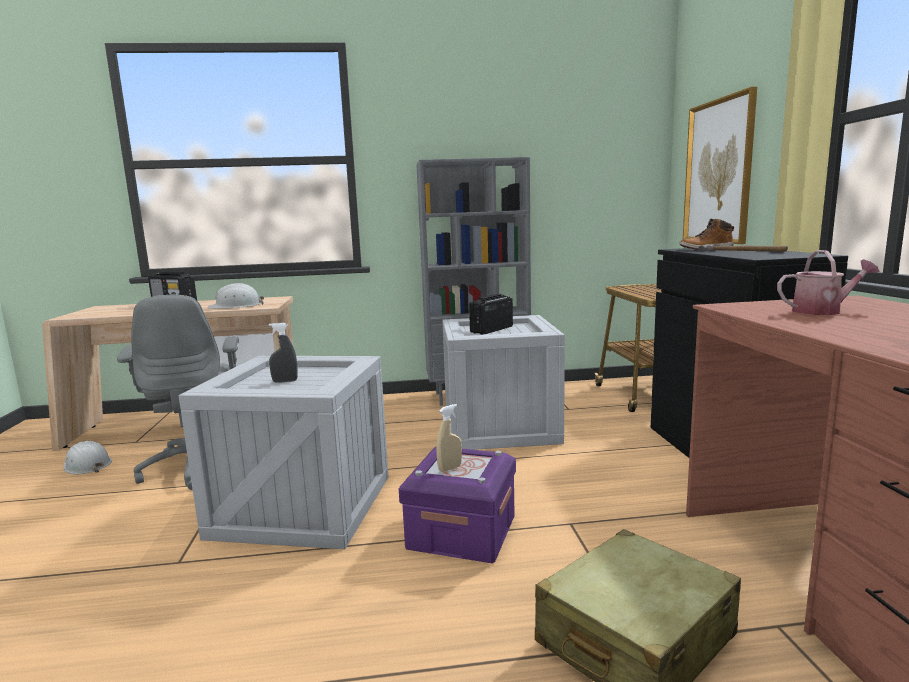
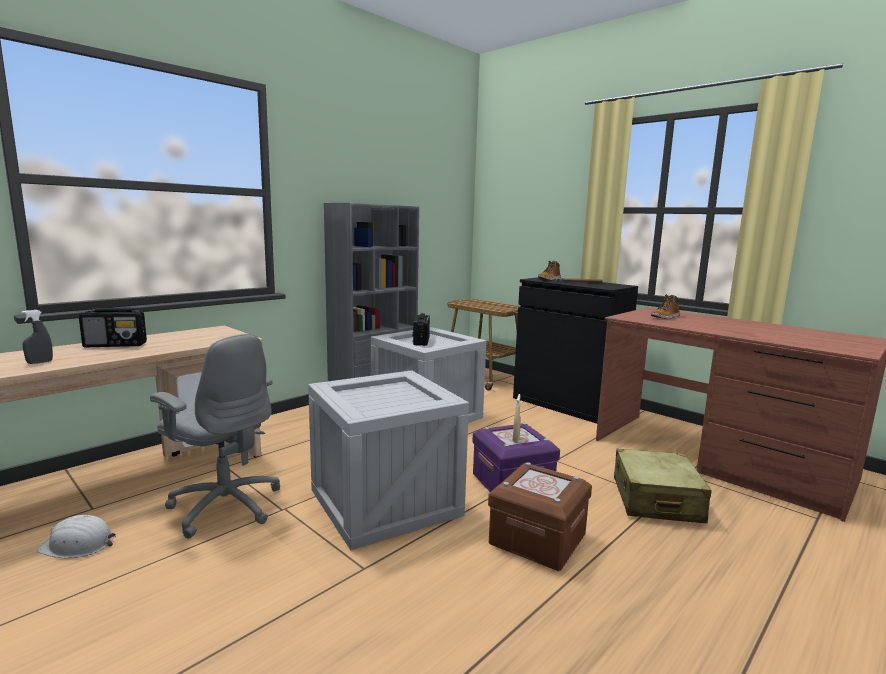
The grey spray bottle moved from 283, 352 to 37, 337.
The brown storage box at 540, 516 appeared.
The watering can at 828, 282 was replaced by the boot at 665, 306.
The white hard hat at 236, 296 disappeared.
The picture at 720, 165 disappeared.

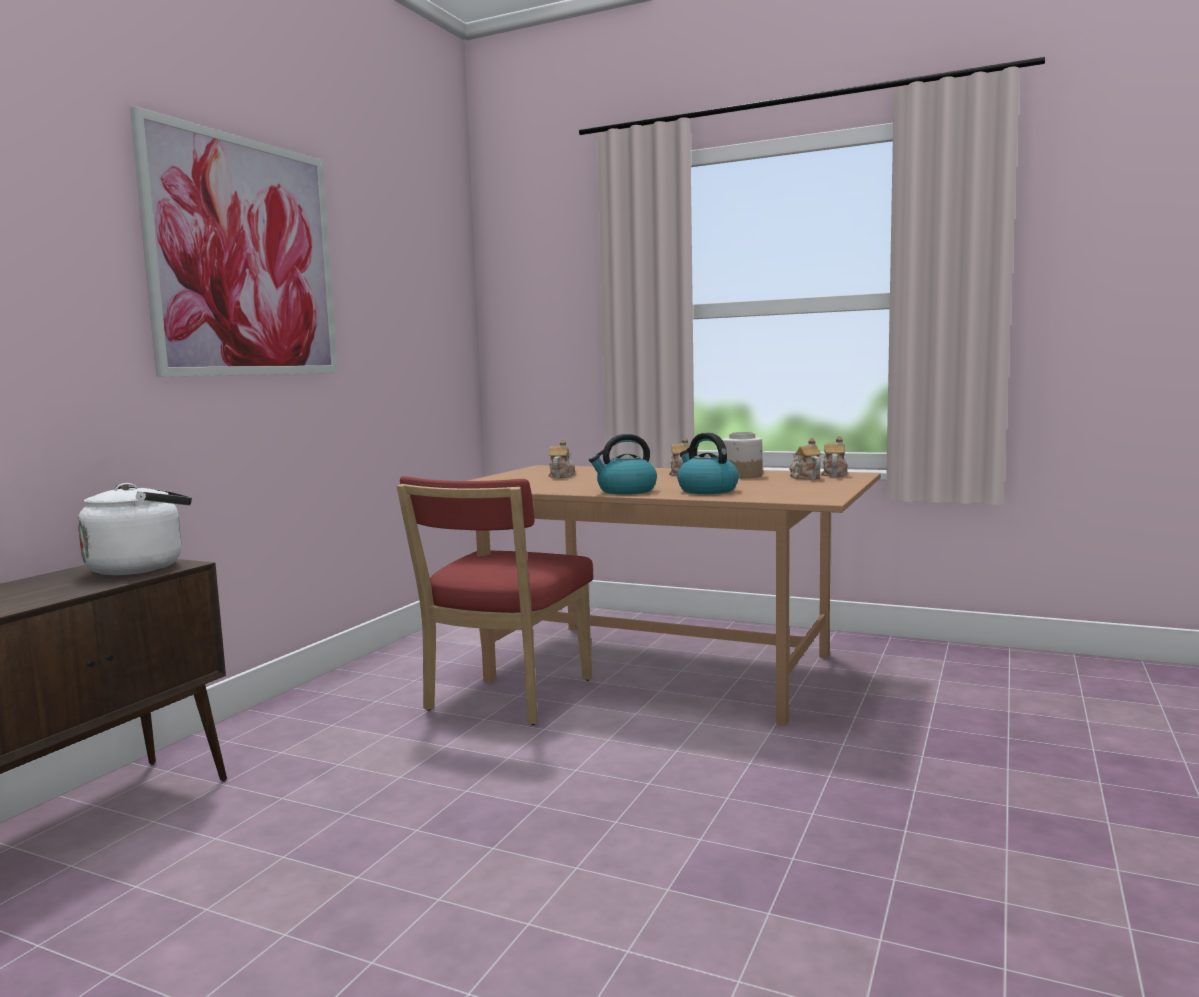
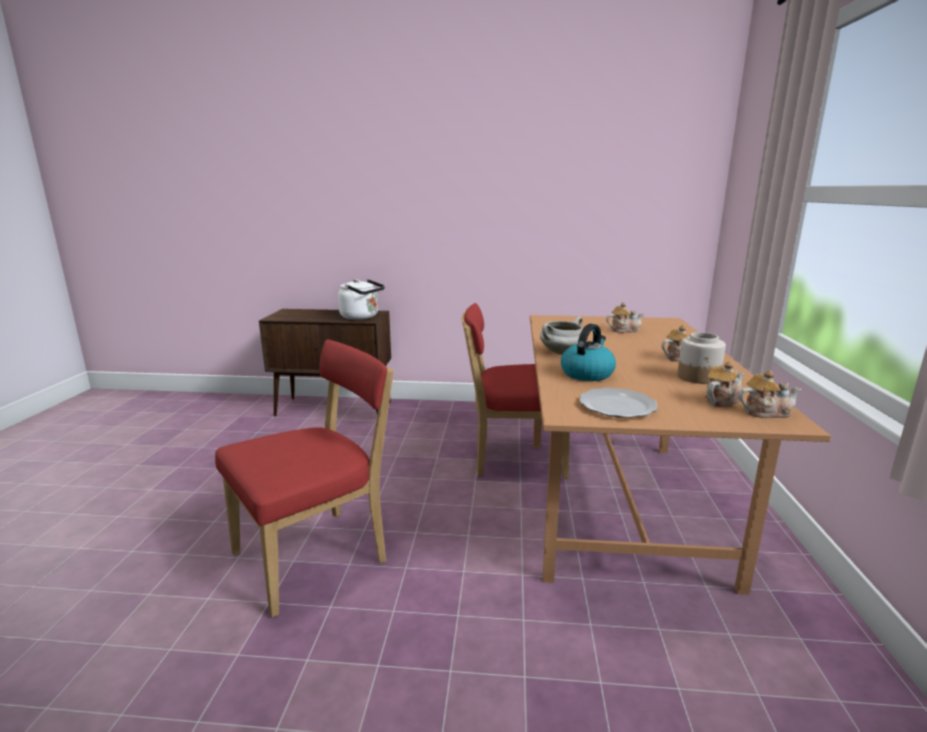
The red chair at 304, 479 appeared.
The kettle at 623, 464 was replaced by the white cooking pot at 561, 336.
The plate at 618, 403 appeared.
The picture at 234, 241 disappeared.

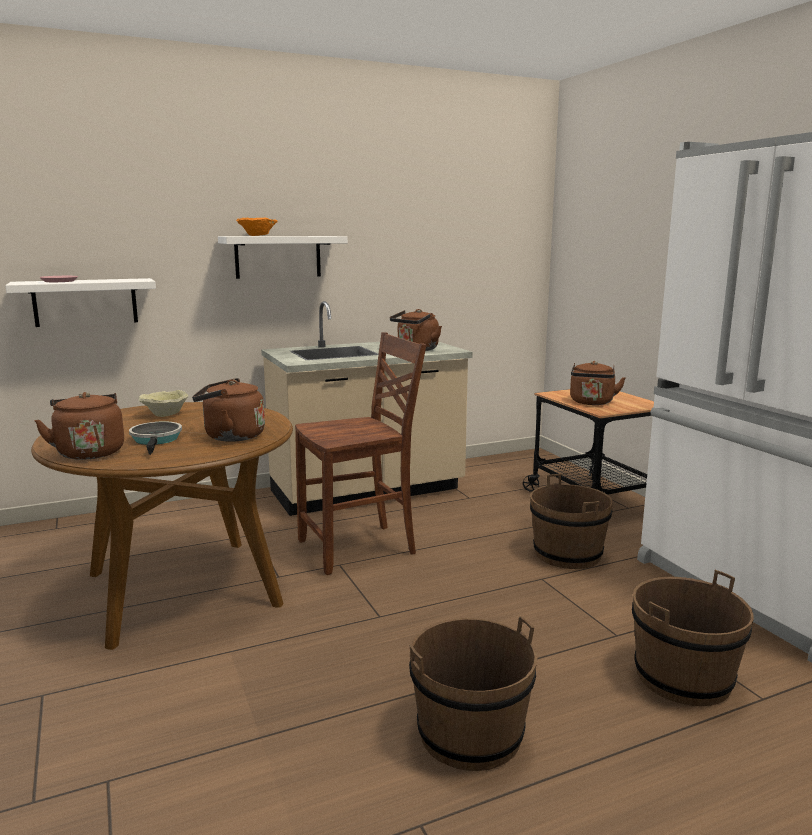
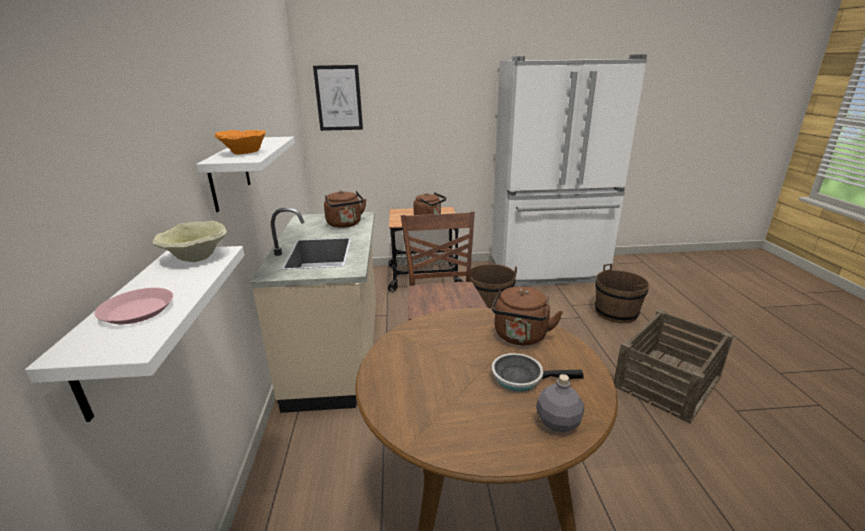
The beige bowl moved from 163, 403 to 189, 241.
The picture at 338, 98 appeared.
The brown kettle at 79, 426 was replaced by the grey bottle at 560, 403.
The brown bucket at 473, 693 was replaced by the crate at 674, 366.

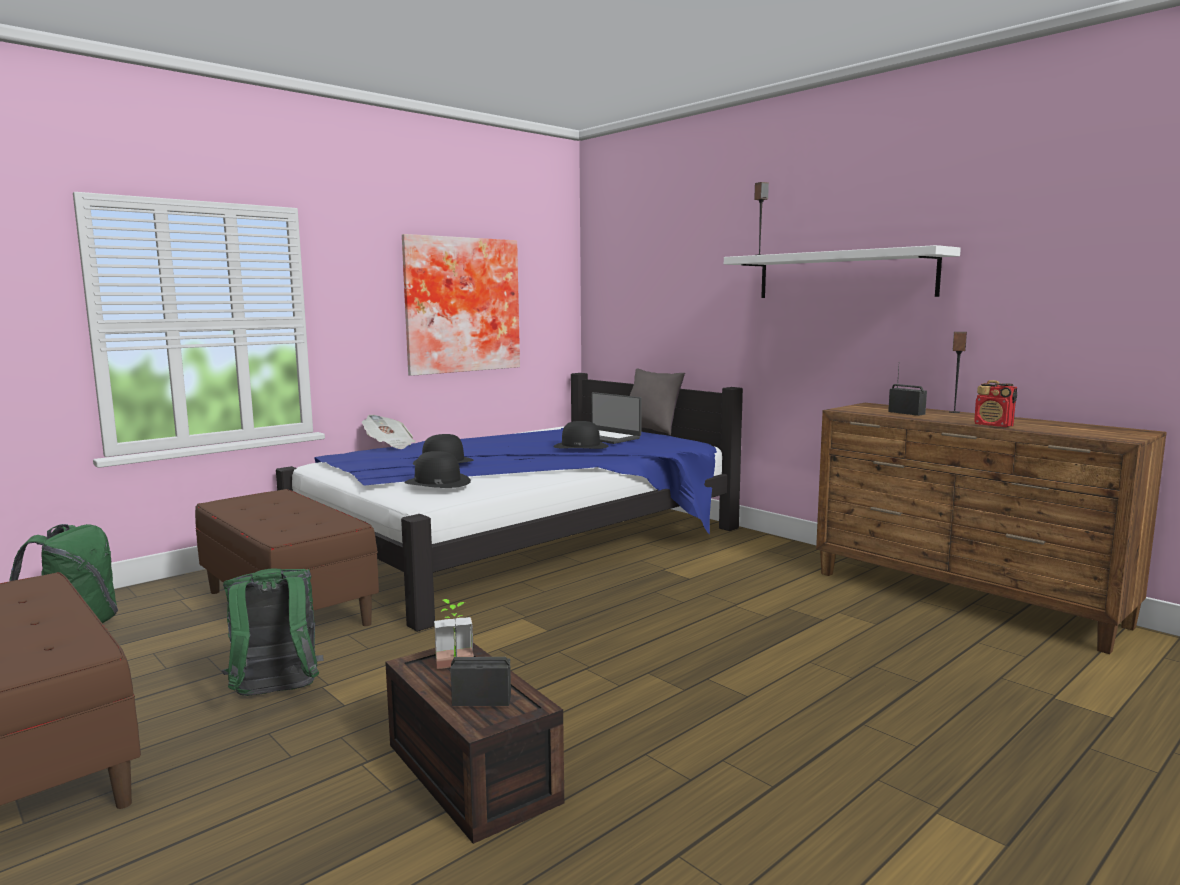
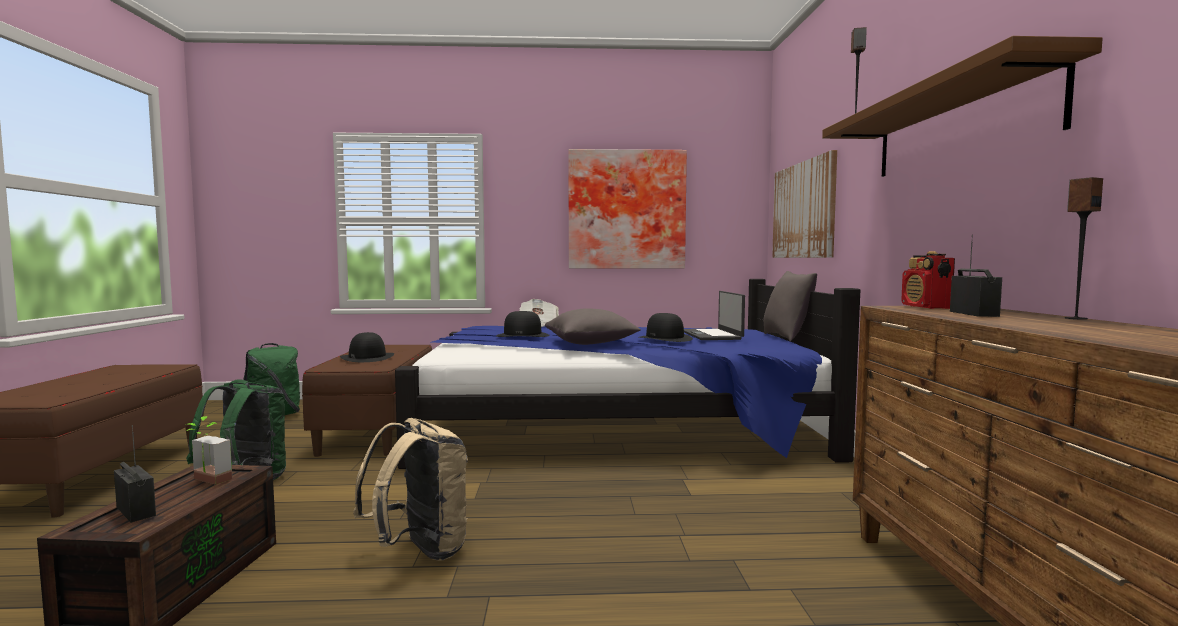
The black hat moved from 437, 469 to 367, 347.
The beige backpack at 410, 489 appeared.
The grey pillow at 593, 326 appeared.
The picture at 804, 204 appeared.
The white shelf at 842, 271 became the brown shelf at 962, 106.
The radio moved from 995, 403 to 928, 280.

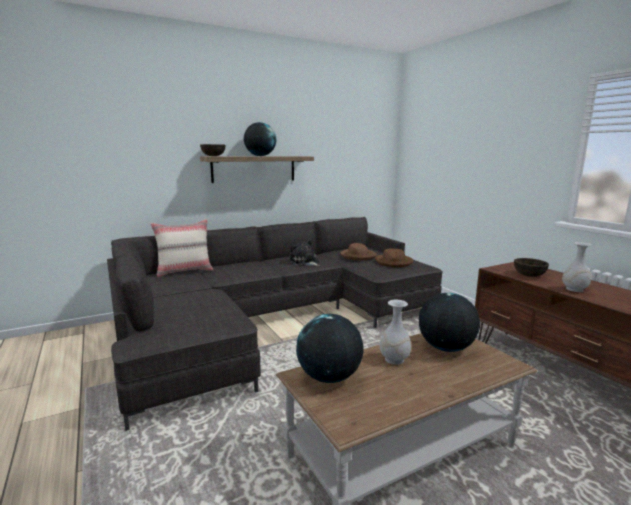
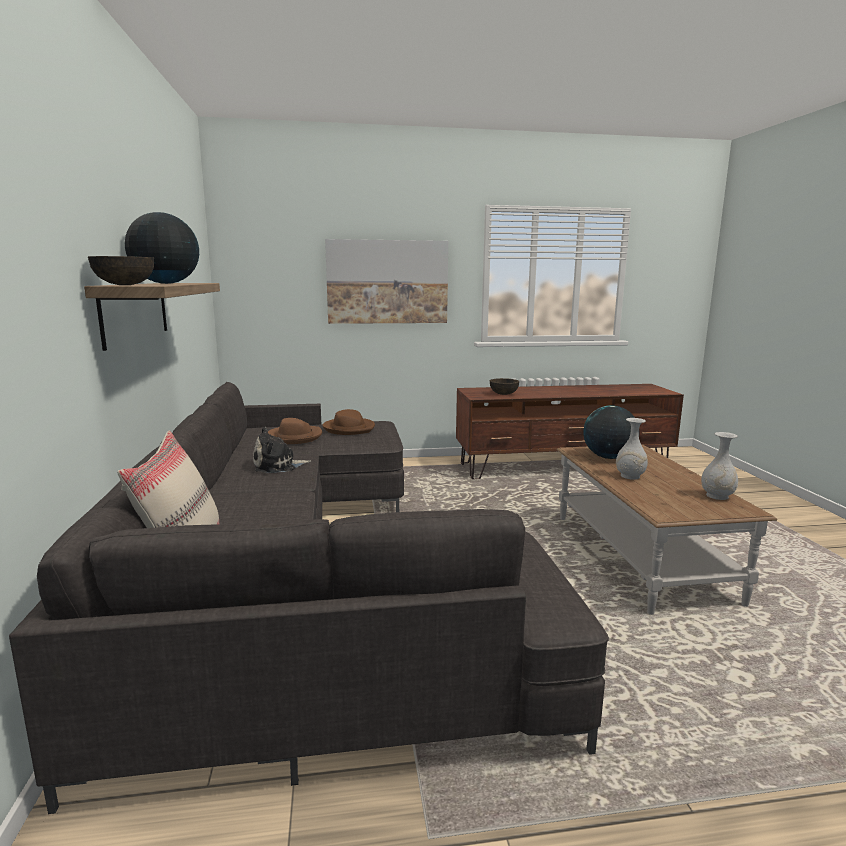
The picture at 386, 281 appeared.
The white vase moved from 577, 267 to 719, 466.
The globe at 330, 348 disappeared.

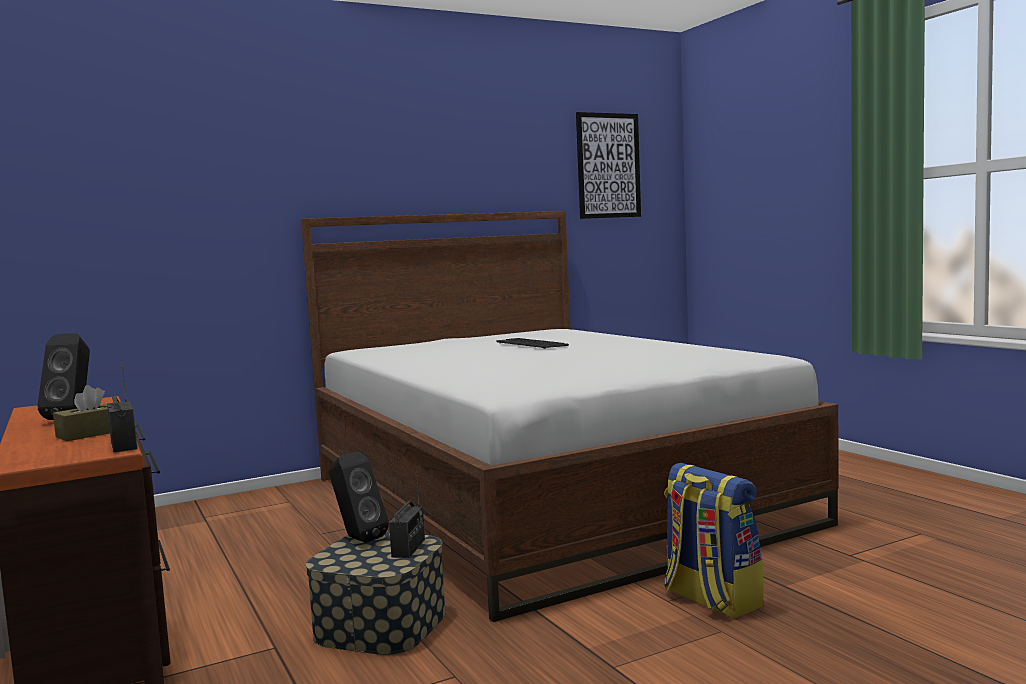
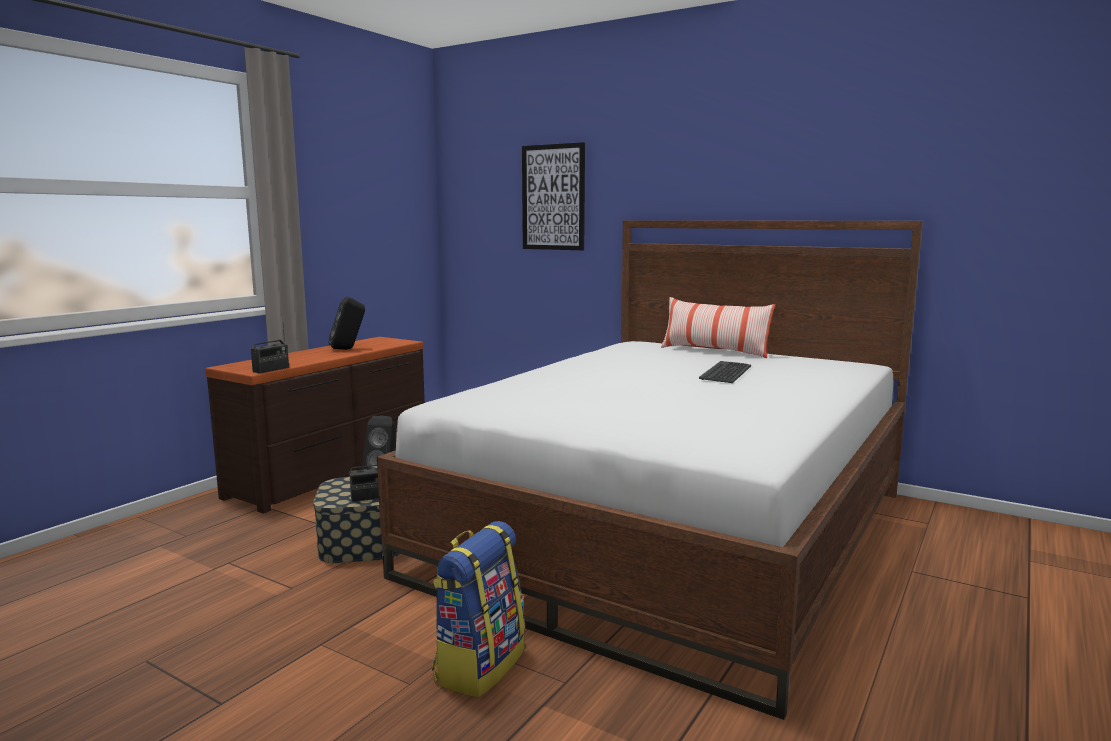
The picture moved from 608, 165 to 553, 196.
The pillow at 718, 327 appeared.
The brown tissue box at 81, 413 disappeared.

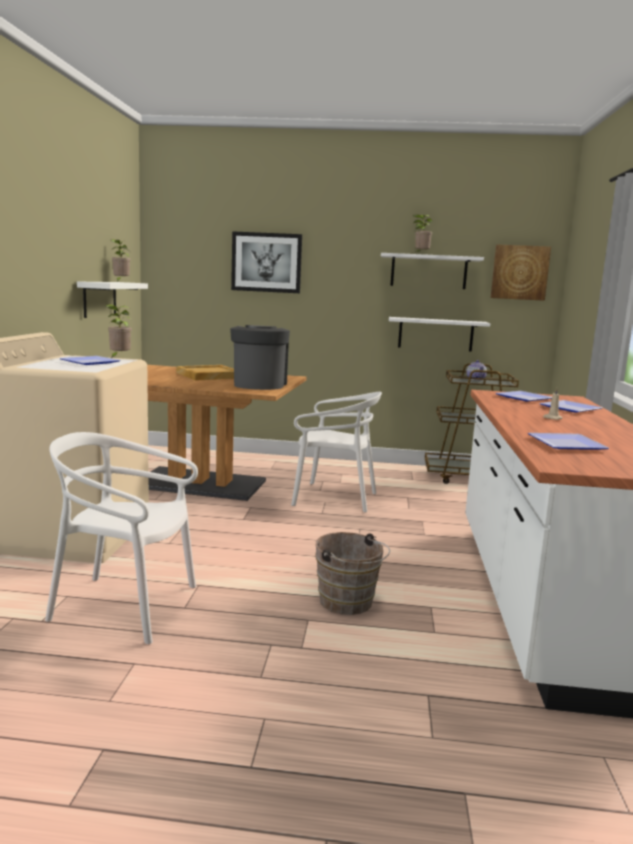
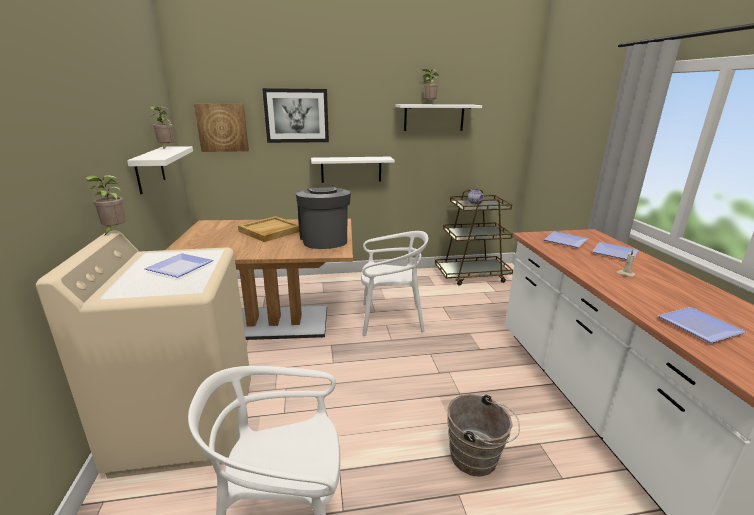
The potted plant moved from 118, 331 to 105, 205.
The picture moved from 521, 272 to 221, 128.
The white shelf moved from 439, 334 to 353, 170.

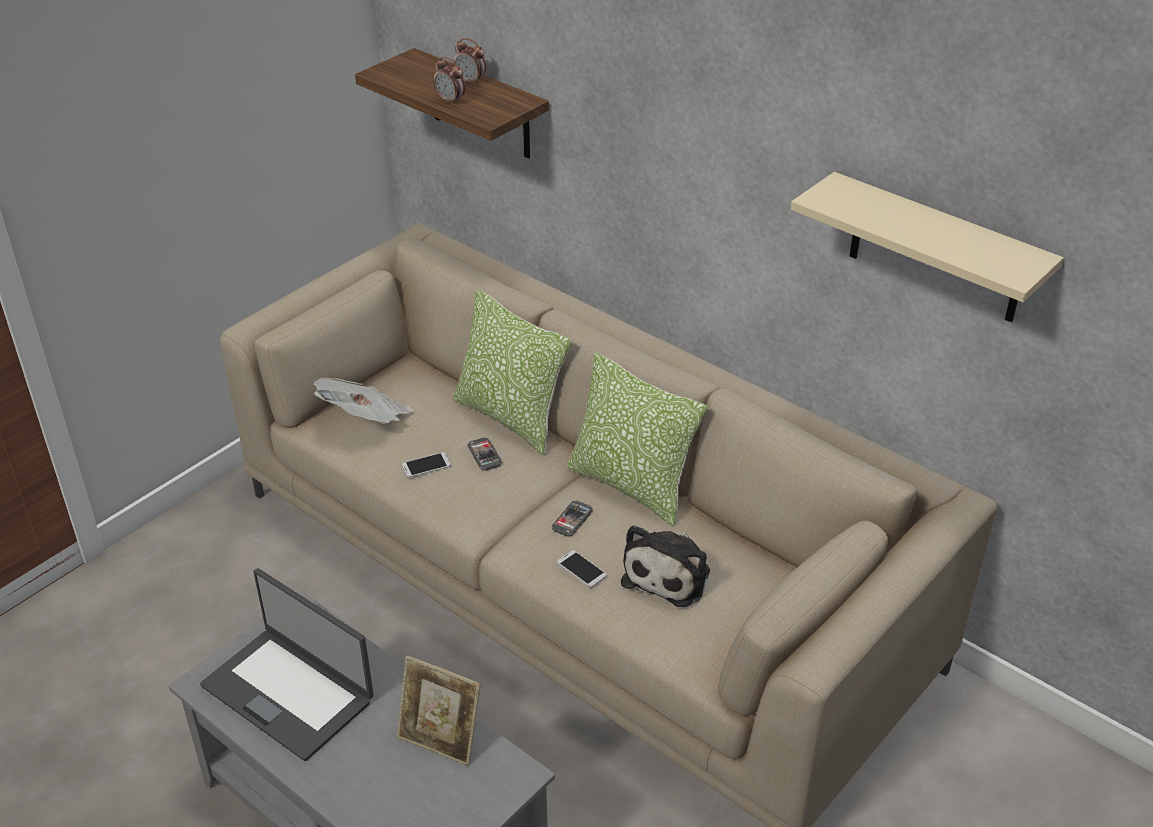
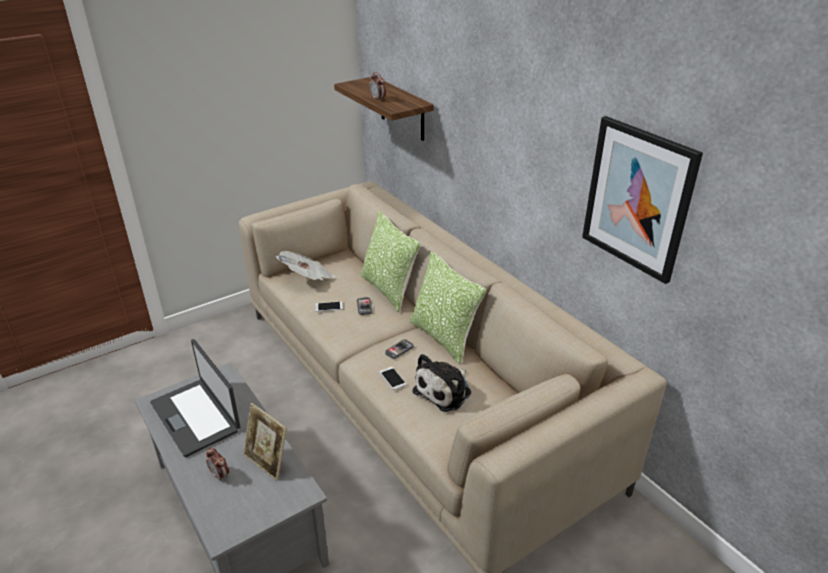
The alarm clock moved from 469, 61 to 217, 465.
The beige shelf at 927, 247 was replaced by the picture at 642, 200.

